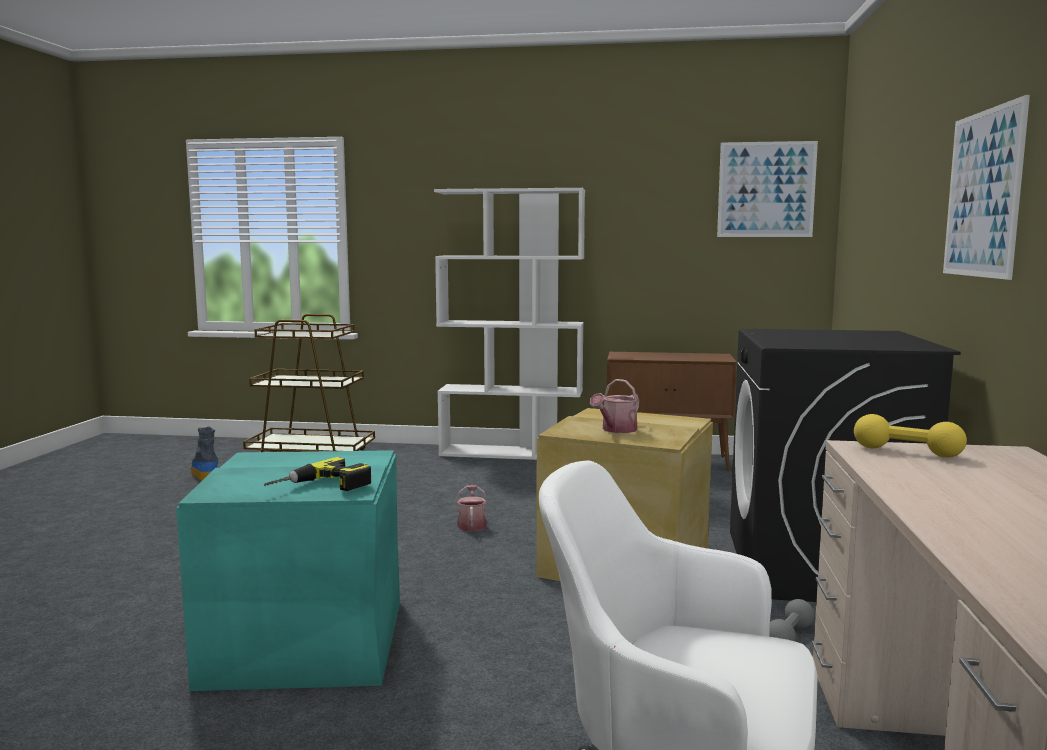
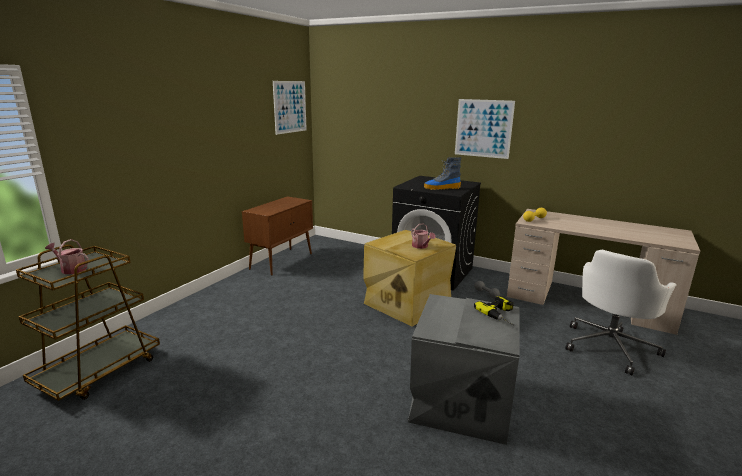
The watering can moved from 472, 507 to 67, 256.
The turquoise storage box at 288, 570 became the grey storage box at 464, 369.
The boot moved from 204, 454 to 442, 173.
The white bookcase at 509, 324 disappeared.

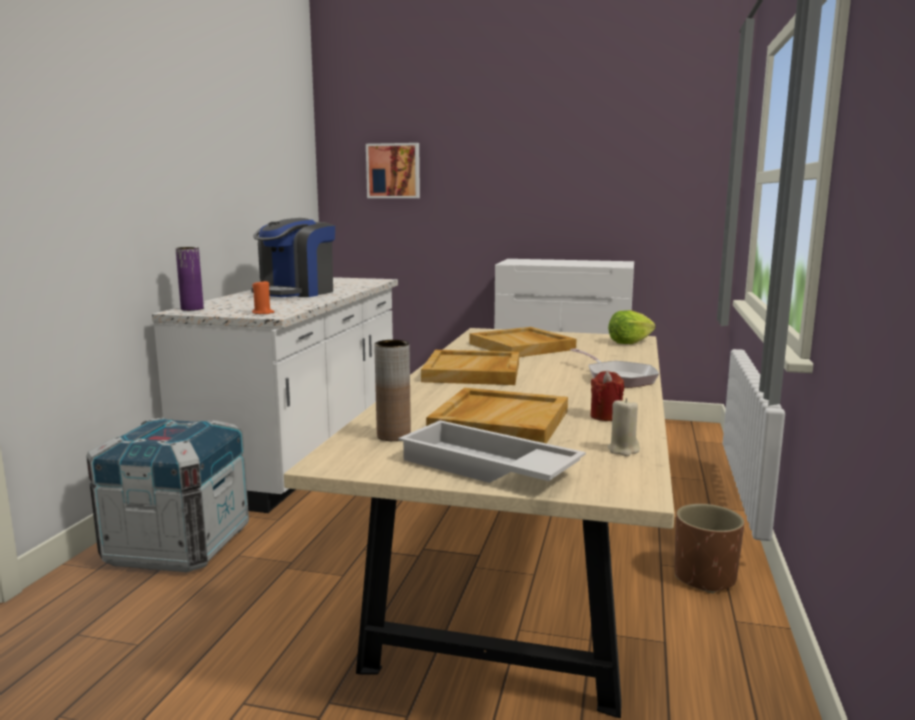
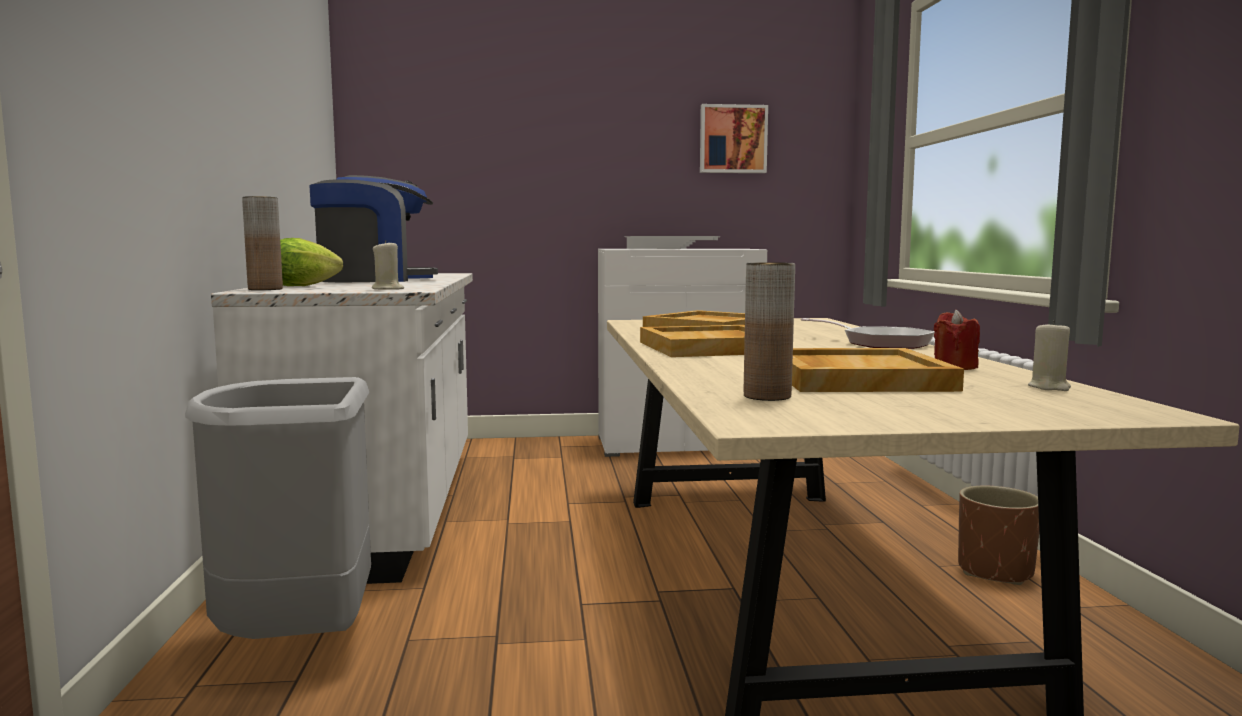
The crate at 167, 494 was replaced by the grey trash can at 278, 508.
The purple vase at 190, 279 became the brown vase at 262, 243.
The lettuce moved from 631, 327 to 311, 262.
The coffee machine at 293, 257 turned 120 degrees counterclockwise.
The orange candle at 263, 296 became the beige candle at 388, 265.
The white tray moved from 492, 451 to 672, 242.
The picture moved from 393, 170 to 734, 138.

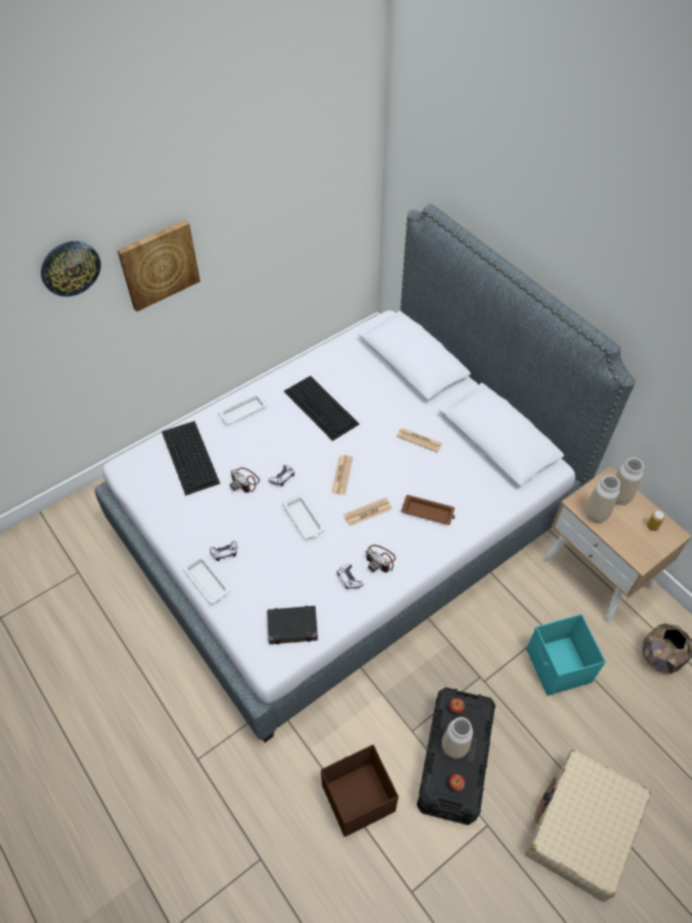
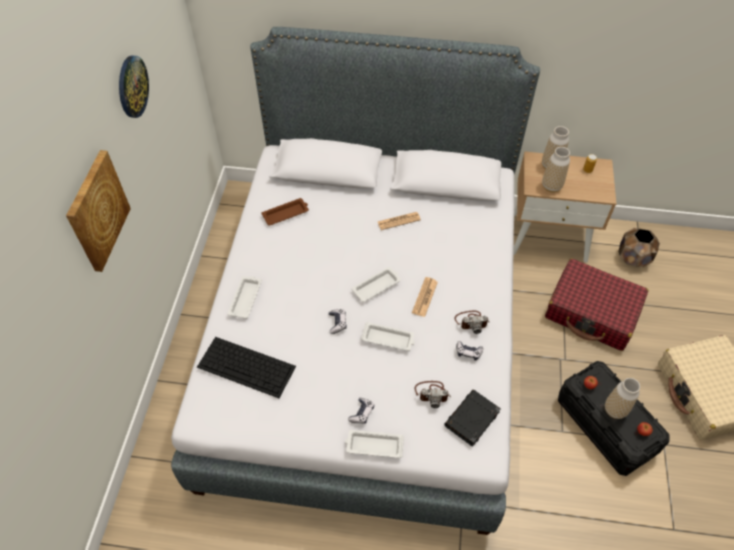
The wall clock moved from 71, 269 to 134, 87.
The brown tray moved from 428, 510 to 285, 212.
The newspaper at 342, 475 was replaced by the white tray at 376, 284.
The photo camera moved from 245, 480 to 433, 394.
The turquoise storage box at 566, 655 was replaced by the red suitcase at 597, 304.
The keyboard at 321, 408 disappeared.
The brown storage box at 360, 790 disappeared.

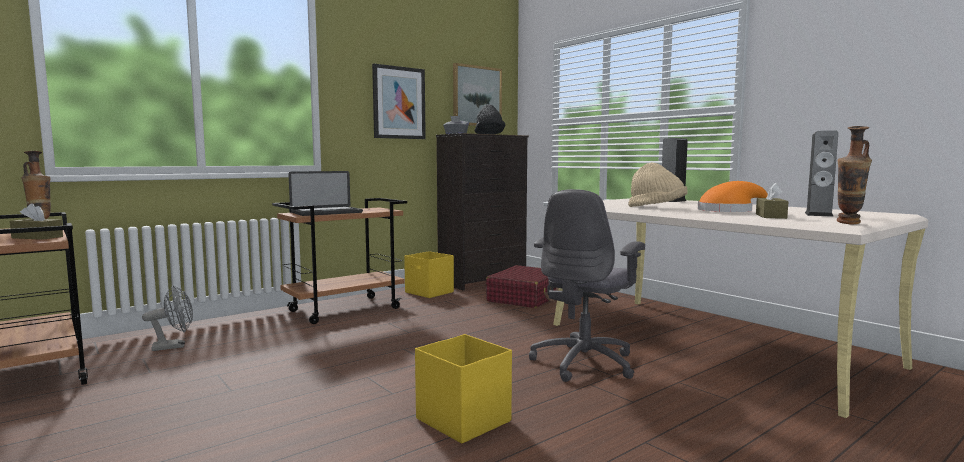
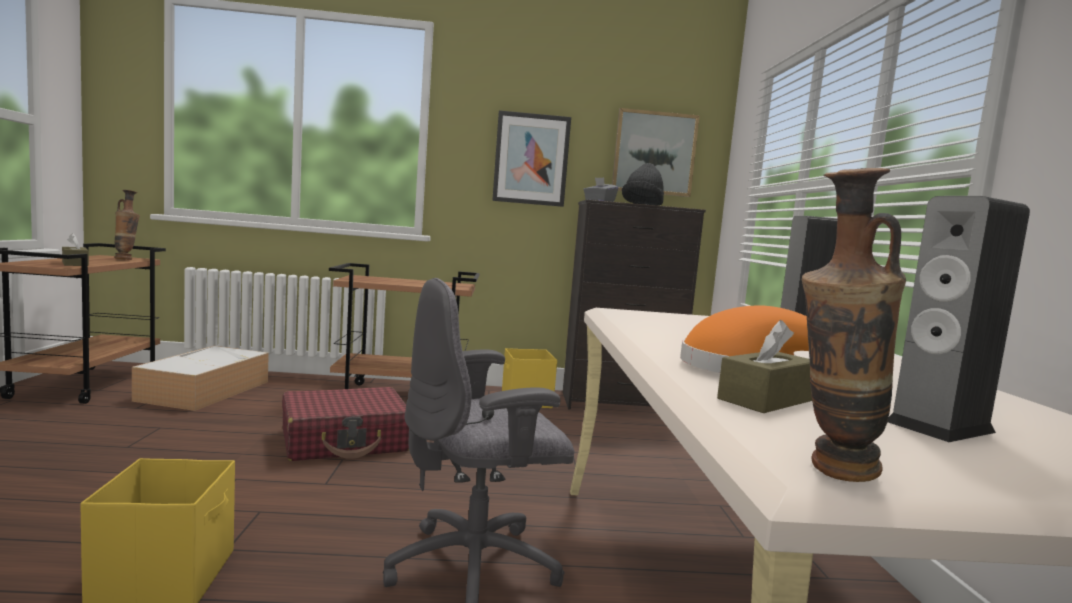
The grey fan at 167, 318 was replaced by the storage box at 200, 378.
The red suitcase moved from 522, 286 to 345, 424.
The laptop at 325, 193 disappeared.
The beige hat at 658, 185 disappeared.

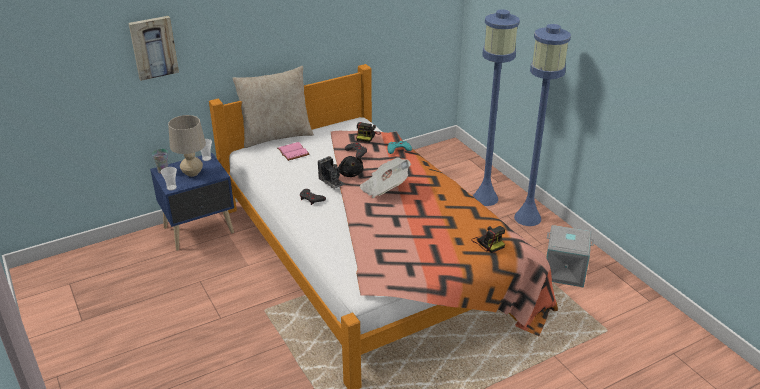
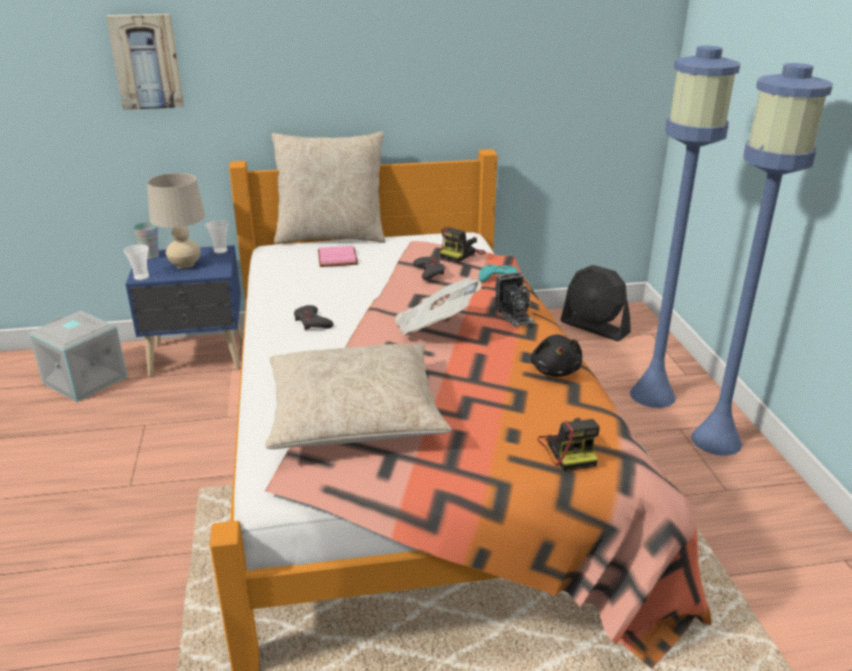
The grey storage box moved from 570, 256 to 78, 356.
The beige pillow at 358, 396 appeared.
The photo camera moved from 331, 172 to 515, 299.
The black plush toy moved from 350, 166 to 556, 356.
The black fan at 596, 303 appeared.

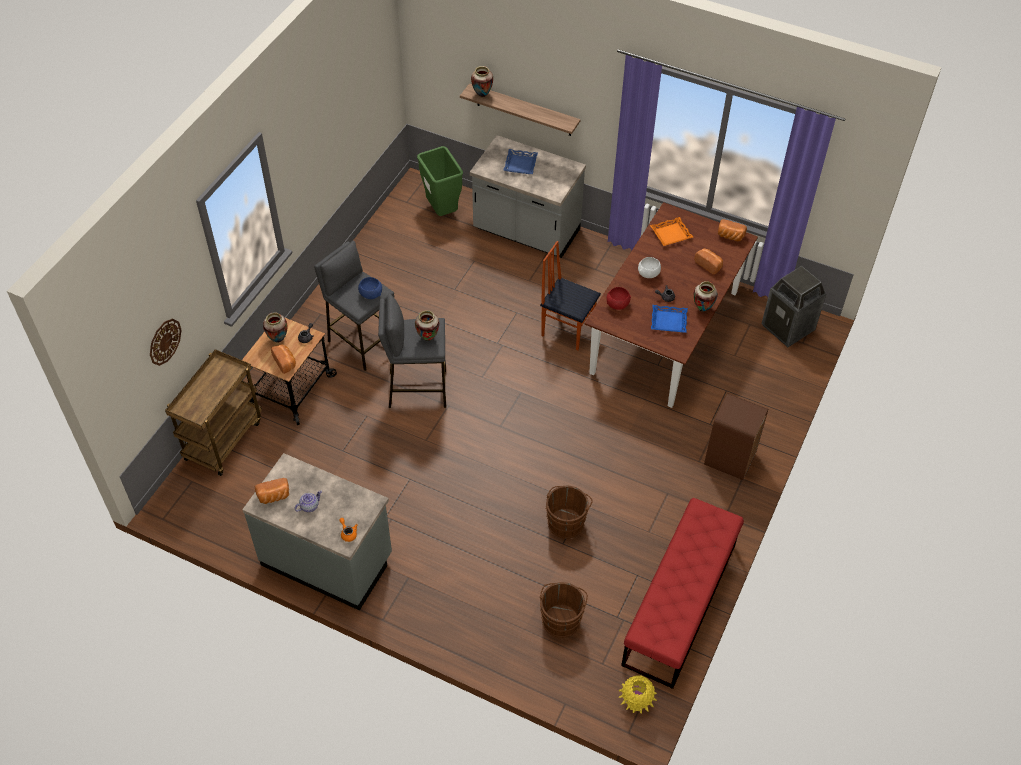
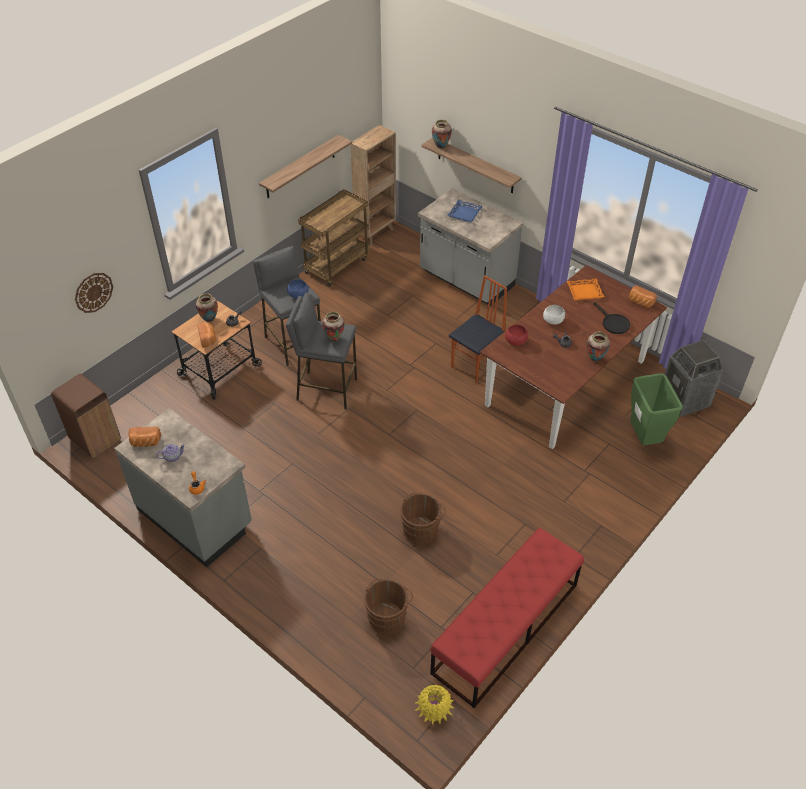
The brown trash can moved from 736, 437 to 86, 416.
The shelf at 305, 166 appeared.
The brown cart moved from 213, 412 to 334, 238.
The brown bookcase at 373, 185 appeared.
The chair at 570, 296 turned 90 degrees clockwise.
The bread at 708, 261 was replaced by the black frying pan at 611, 318.
The green trash can moved from 440, 181 to 656, 409.
The blue tray at 669, 319 disappeared.

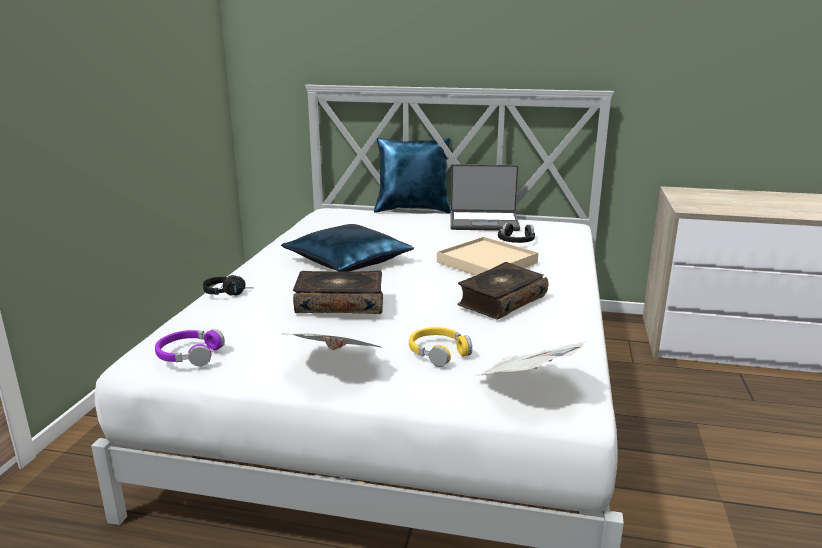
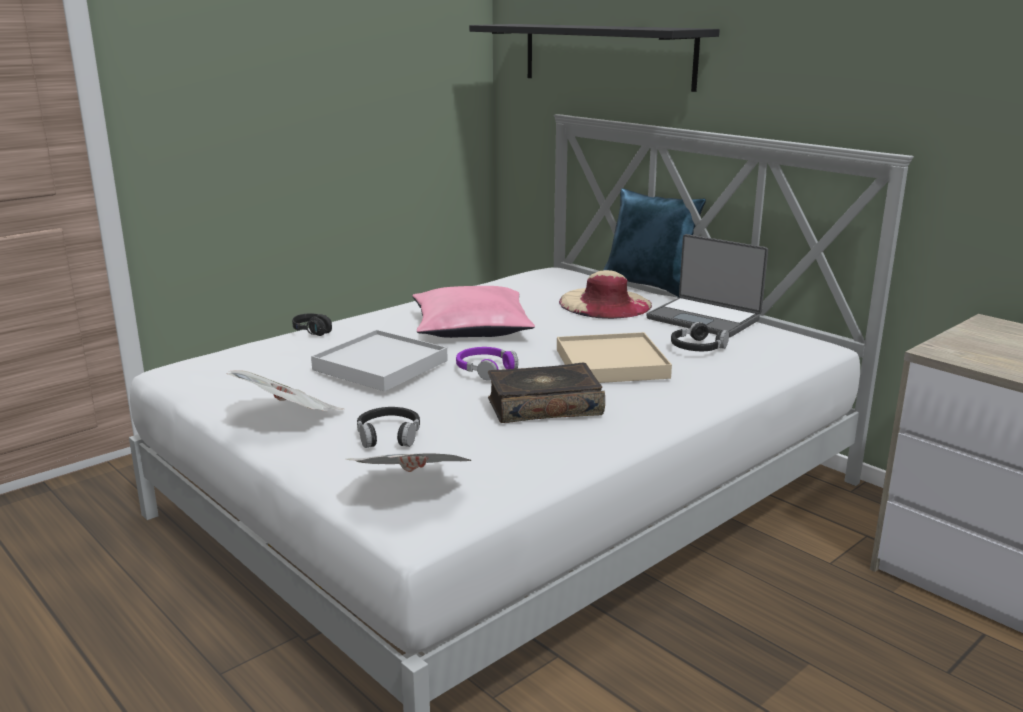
The book at 338, 292 was replaced by the white tray at 379, 361.
The yellow headphones at 440, 347 became the black headphones at 388, 427.
The blue pillow at 347, 248 became the pink pillow at 474, 312.
The purple headphones moved from 190, 347 to 487, 363.
The black shelf at 594, 58 appeared.
The beige hat at 605, 294 appeared.

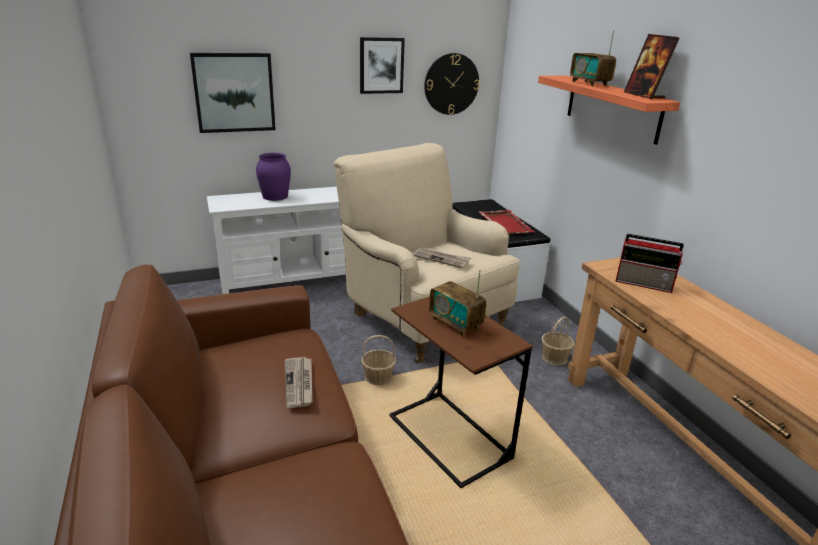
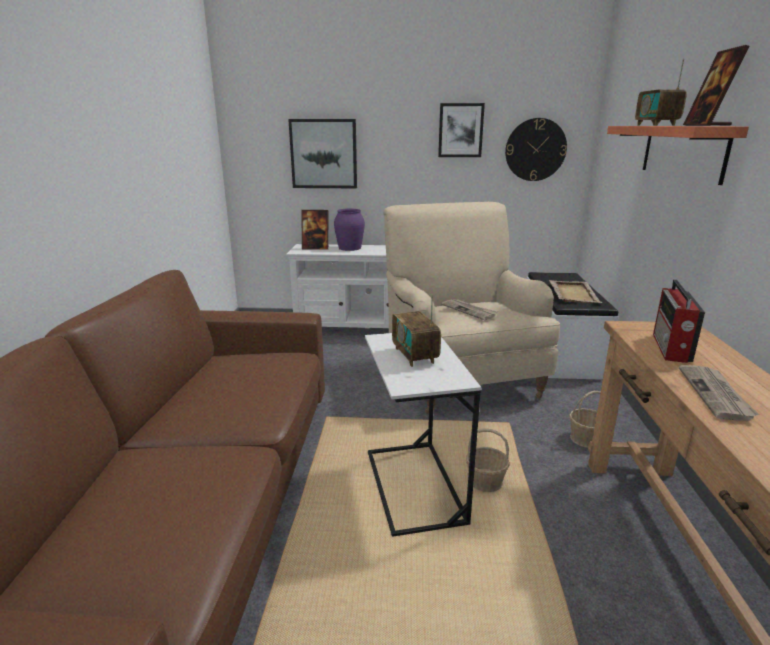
The picture frame at 315, 230 appeared.
The brown side table at 461, 392 became the white side table at 423, 435.
The basket moved from 378, 360 to 487, 460.
The red tray at 507, 222 became the beige tray at 575, 291.
The radio at 649, 263 turned 60 degrees clockwise.
The newspaper moved from 298, 382 to 719, 393.

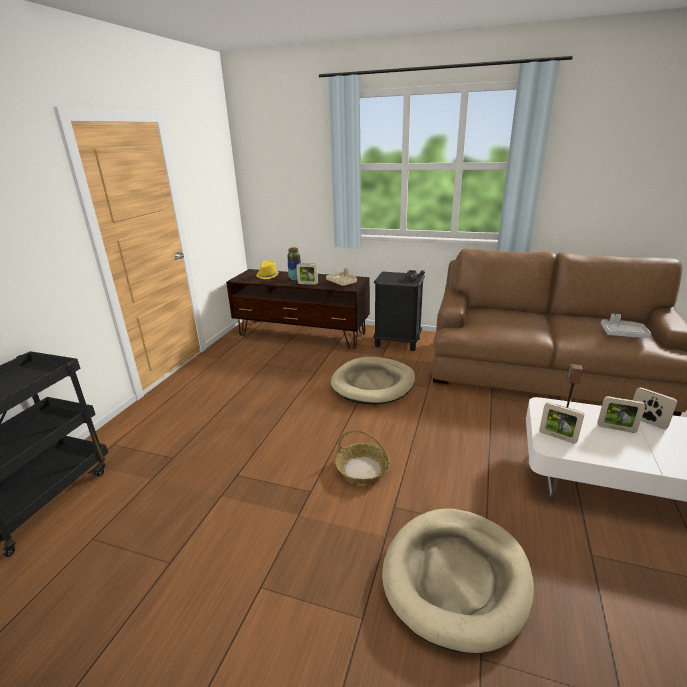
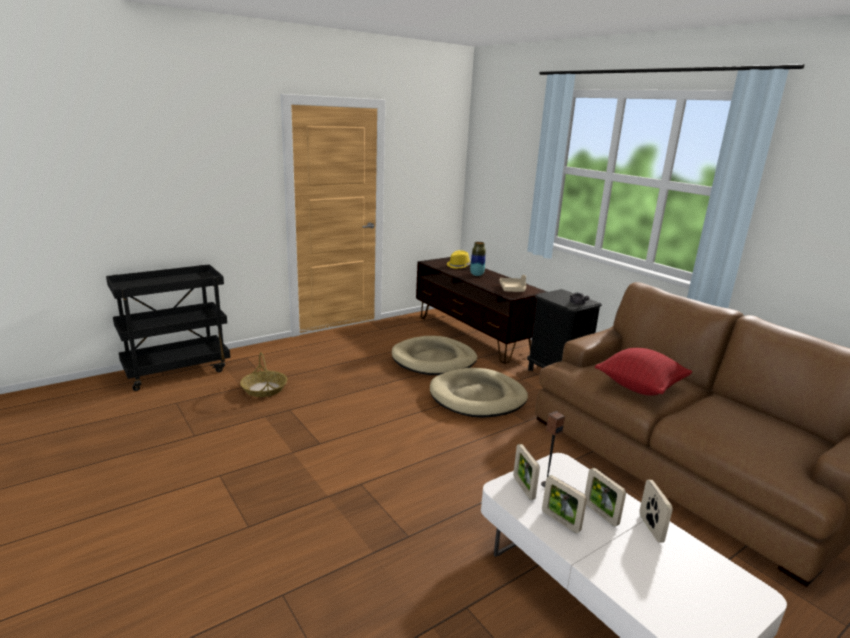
The basket moved from 362, 457 to 263, 374.
The beige dog bed moved from 458, 581 to 434, 355.
The picture frame moved from 307, 274 to 564, 504.
The red pillow at 643, 372 appeared.
The grey tray at 626, 326 disappeared.

